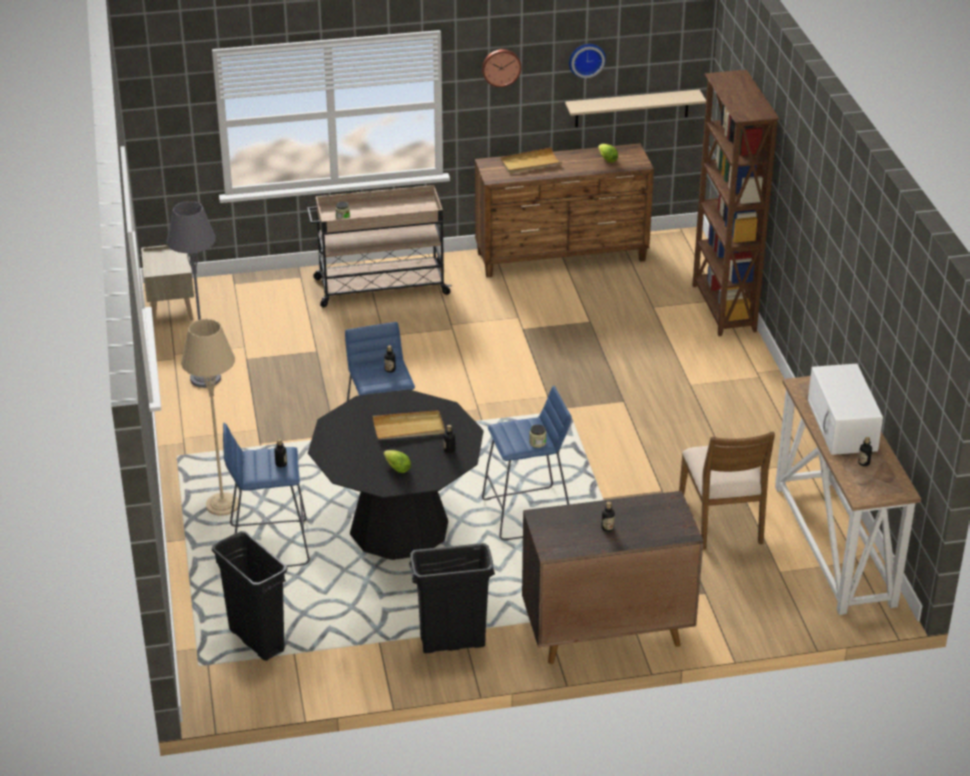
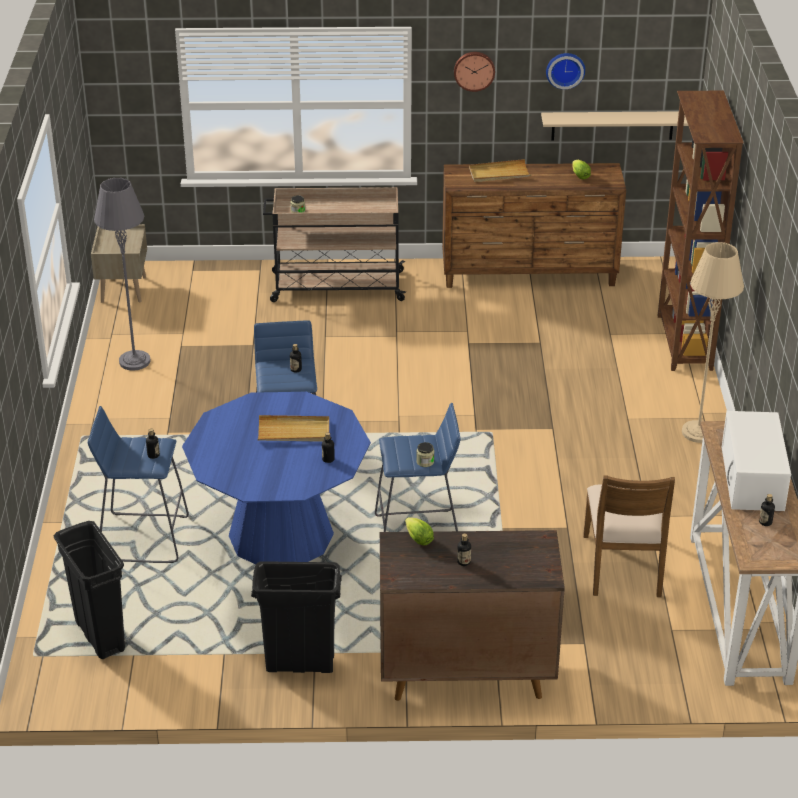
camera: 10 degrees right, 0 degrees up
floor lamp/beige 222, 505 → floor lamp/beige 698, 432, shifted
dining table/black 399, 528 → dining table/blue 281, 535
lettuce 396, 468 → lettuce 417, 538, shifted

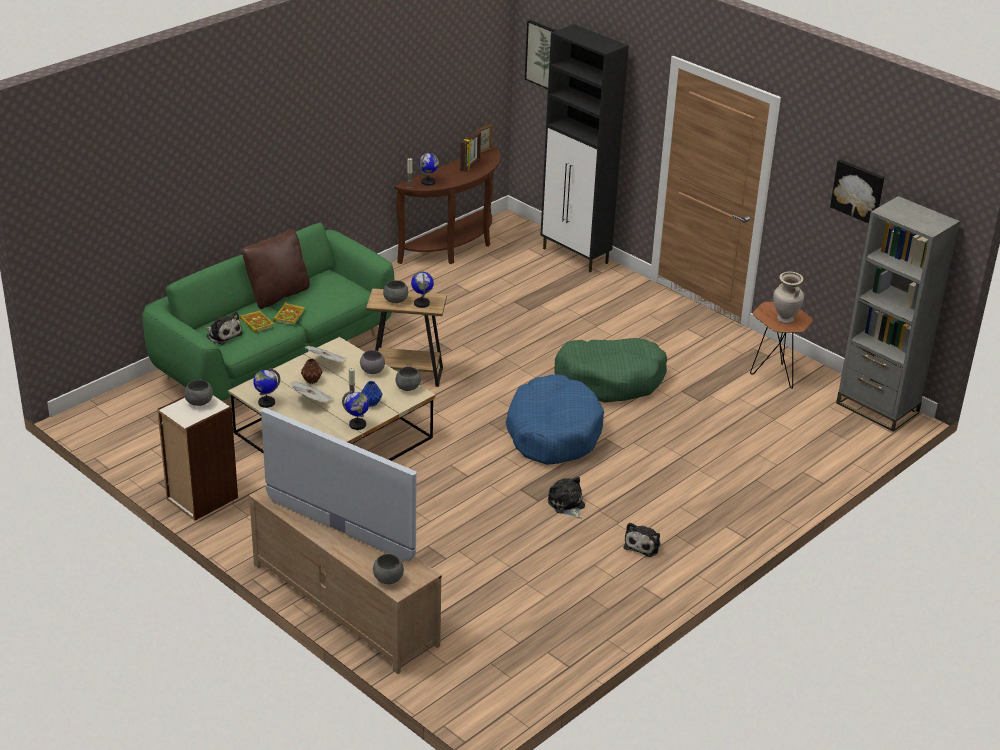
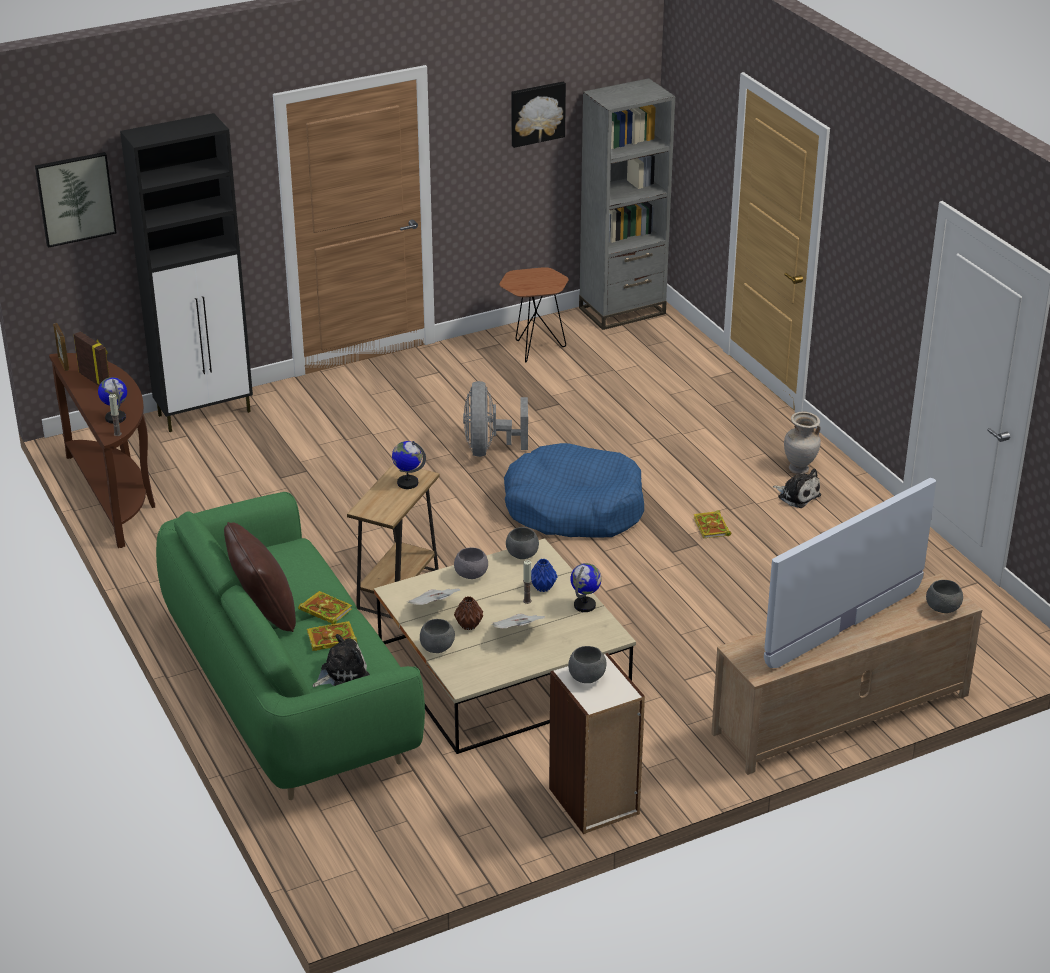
camera: 70 degrees left, 0 degrees up
globe 266, 402 → -
bowl/grey 395, 301 → bowl/grey 438, 648, shifted
plush toy 567, 505 → book 712, 527
dog bed/green 610, 380 → fan/grey 489, 449
vase/beige 784, 320 → vase/beige 799, 470, shifted

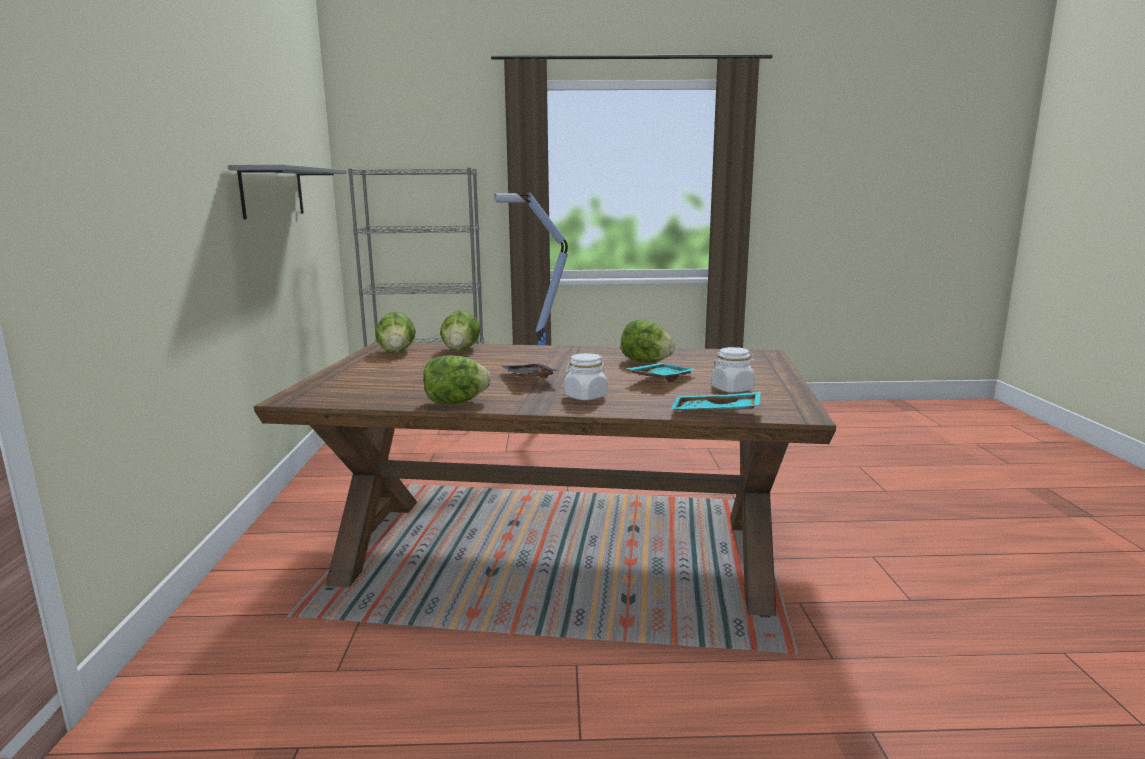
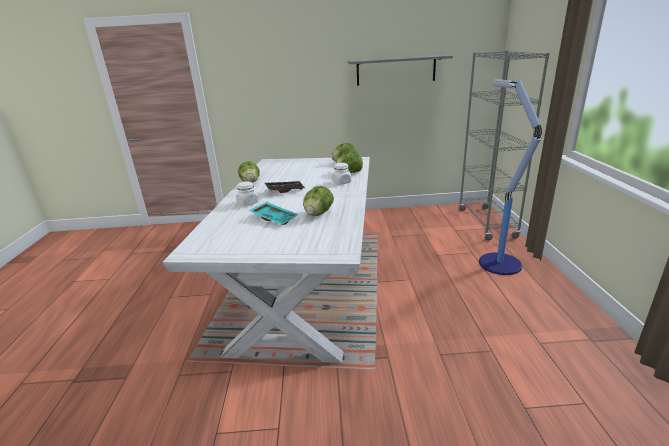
camera: 90 degrees right, 10 degrees up
dining table/brown 555, 551 → dining table/white 303, 282
tray/turquoise 715, 413 → -
jar/white 732, 389 → jar/white 342, 182, shifted

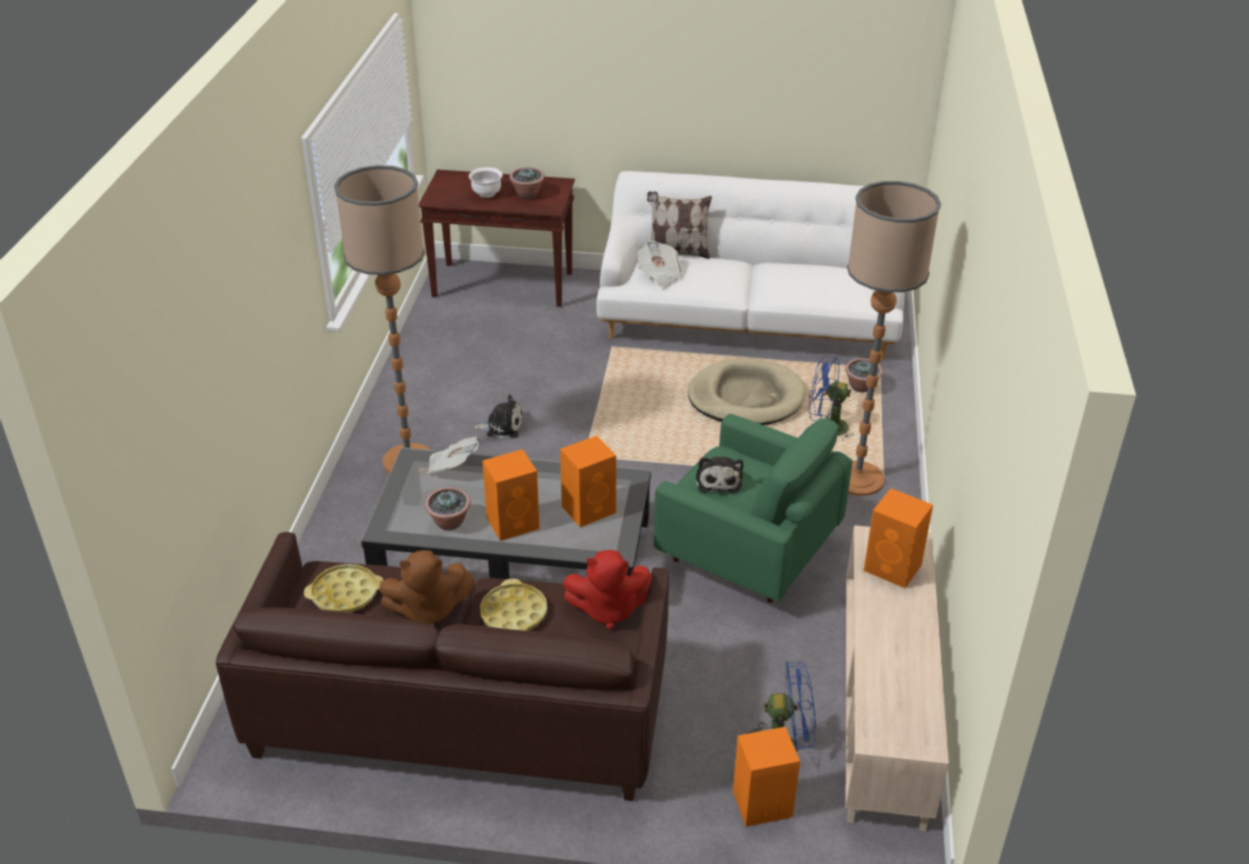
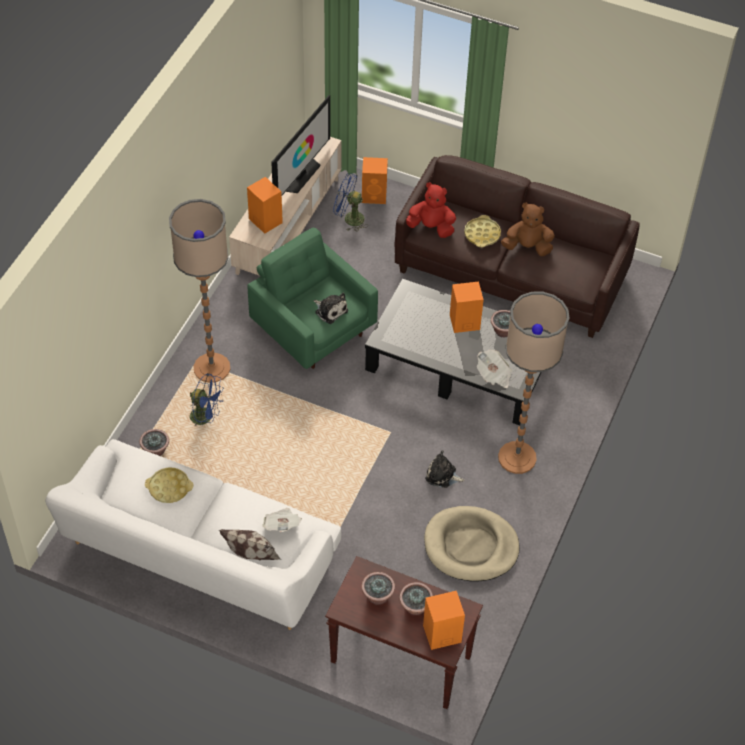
camera: 165 degrees left, 15 degrees up
tray/yellow 345, 594 → tray/yellow 169, 487, shifted
bowl/white 486, 194 → potted plant 415, 607
speaker/orange 590, 509 → speaker/orange 441, 634, shifted
dog bed/beige 746, 398 → dog bed/beige 471, 546, shifted
plush toy 718, 480 → plush toy 330, 310, 120 degrees clockwise
- → television 301, 175

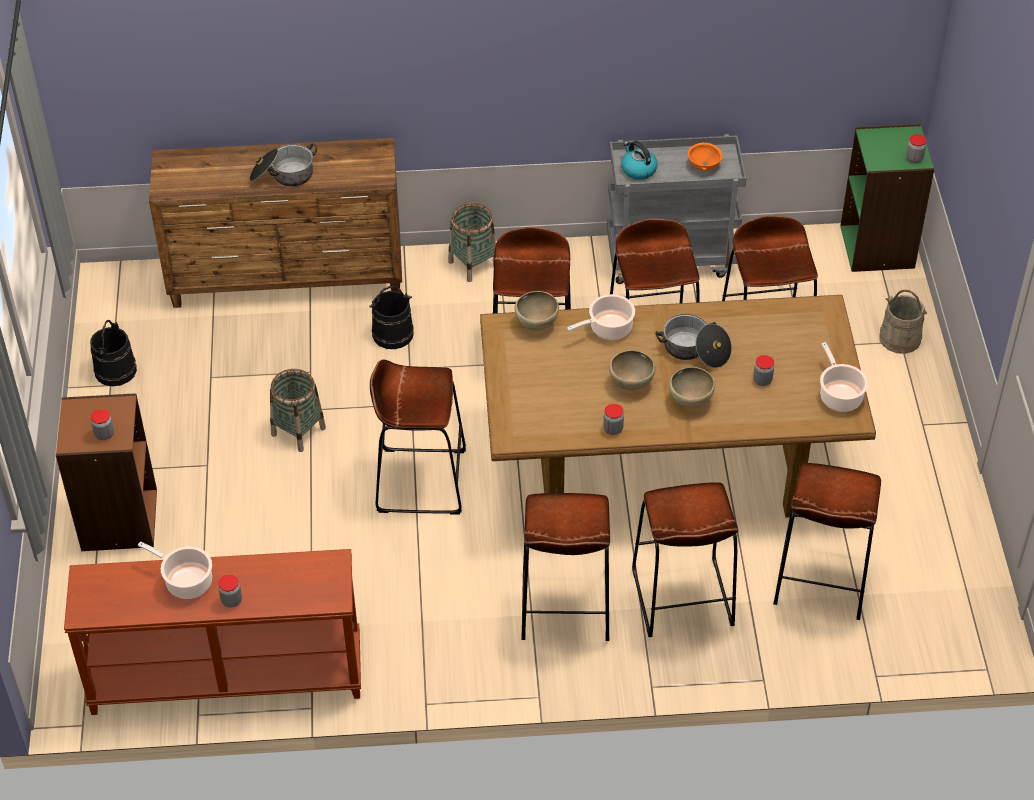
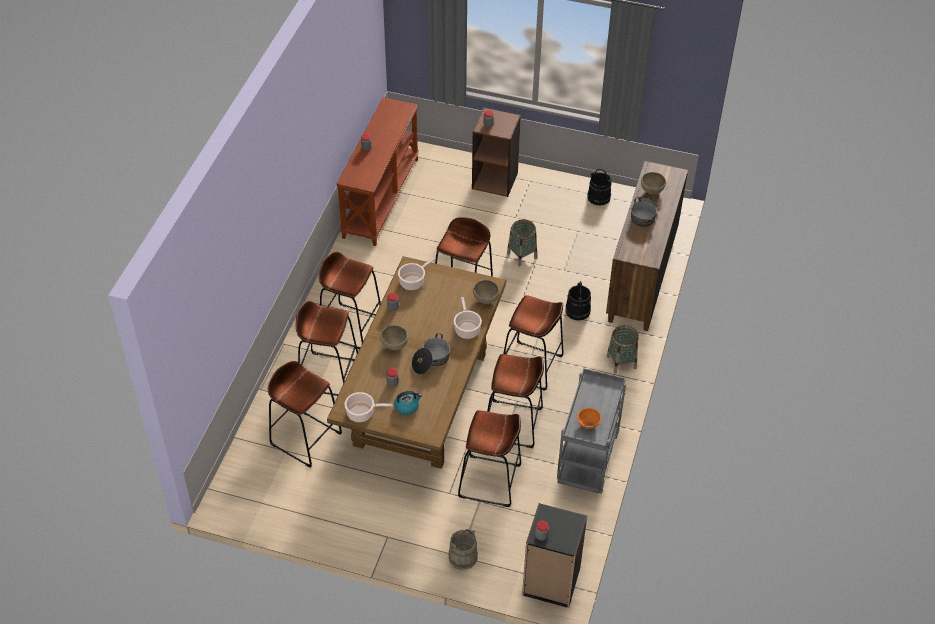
camera: 110 degrees right, 0 degrees up
cooking pot 186, 581 → cooking pot 413, 281, shifted
bowl/brown 631, 384 → bowl/brown 651, 191, shifted
kettle 638, 169 → kettle 407, 406, shifted
bookcase/green 878, 247 → bookcase/black 551, 582

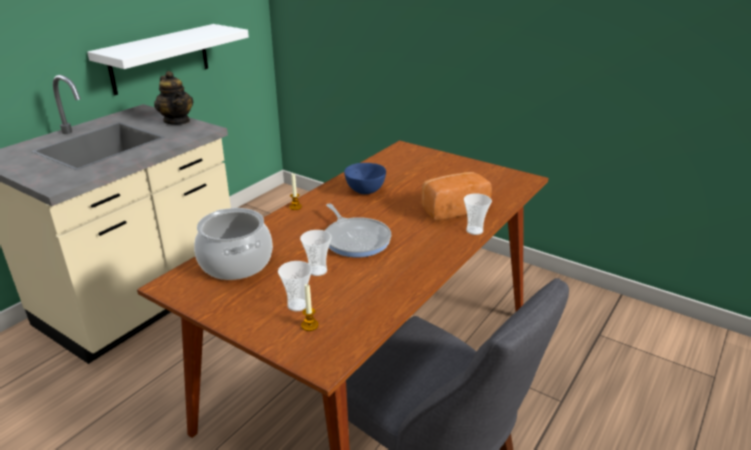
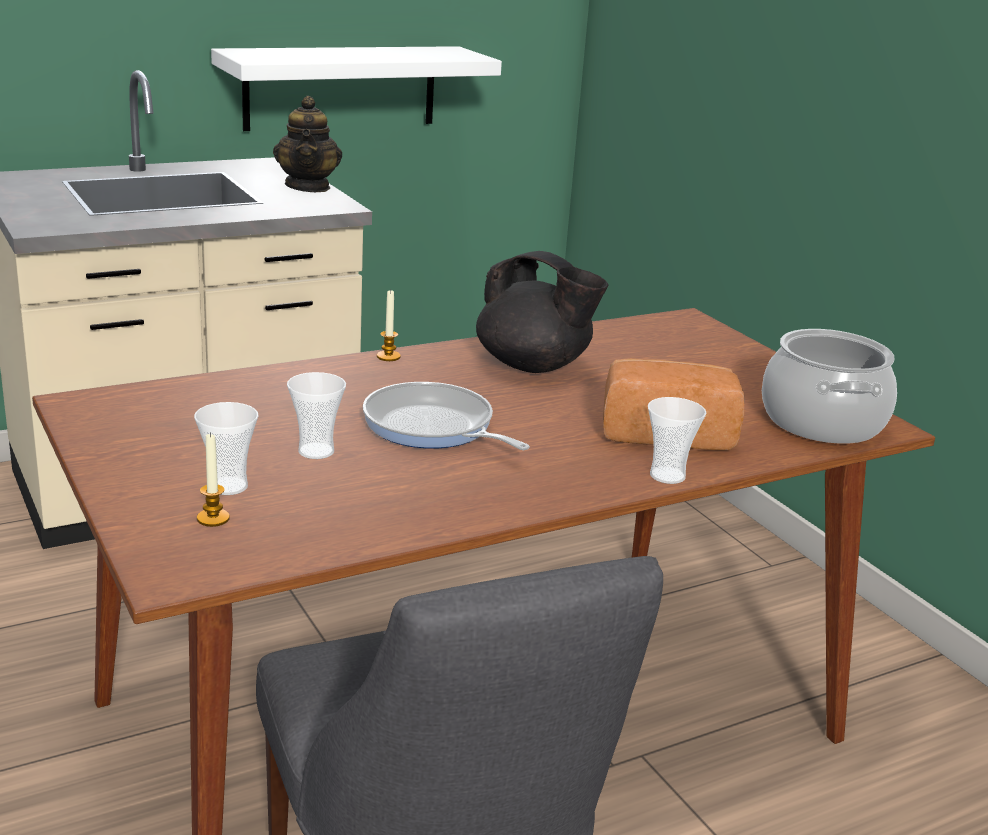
camera: 25 degrees right, 5 degrees down
cooking pot 235, 263 → cooking pot 821, 421, shifted
frying pan 356, 239 → frying pan 433, 427, 135 degrees clockwise
bowl/blue 365, 191 → teapot/black 533, 366

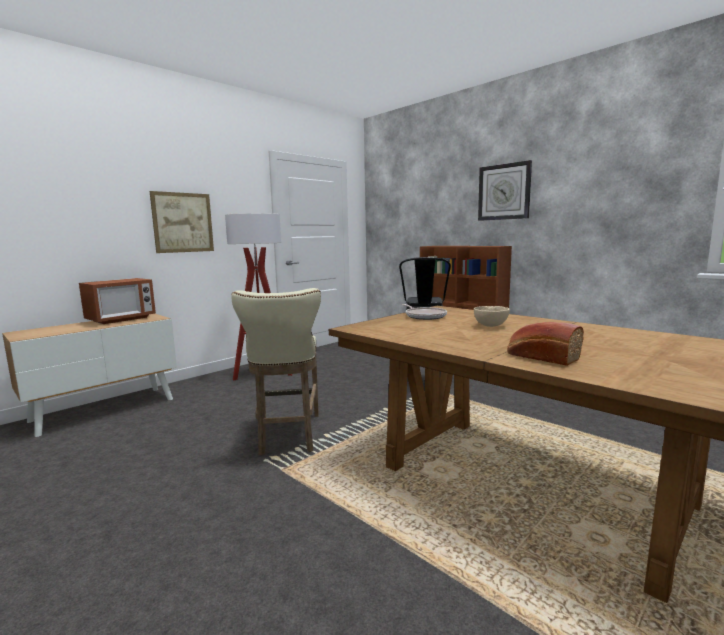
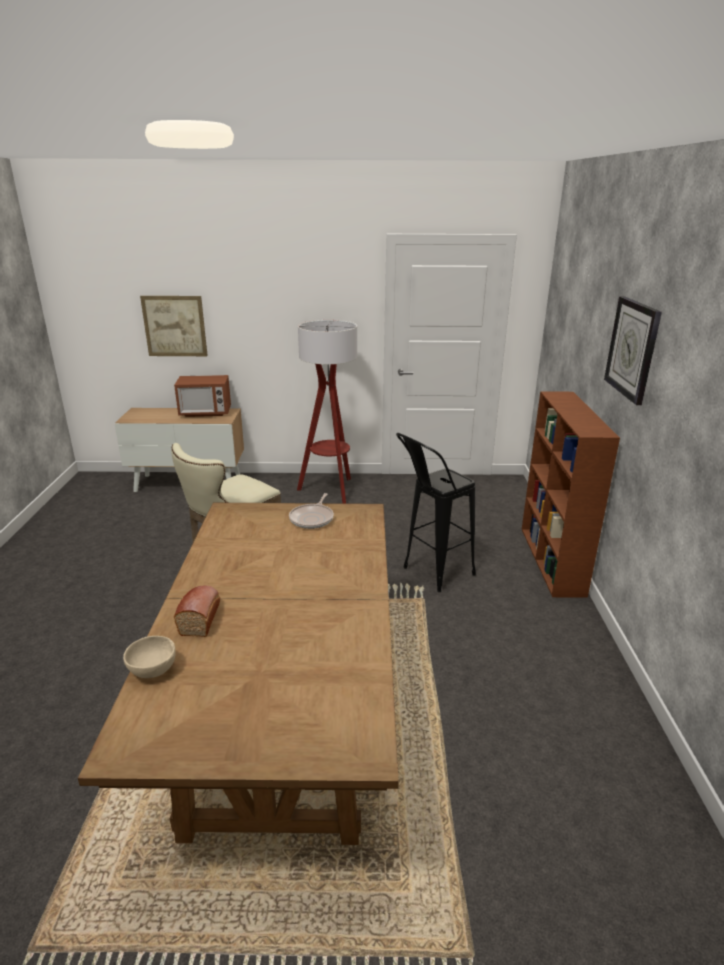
camera: 45 degrees right, 15 degrees up
picture 183, 222 → picture 174, 326, shifted
bowl/beige 491, 326 → bowl/beige 153, 671, shifted

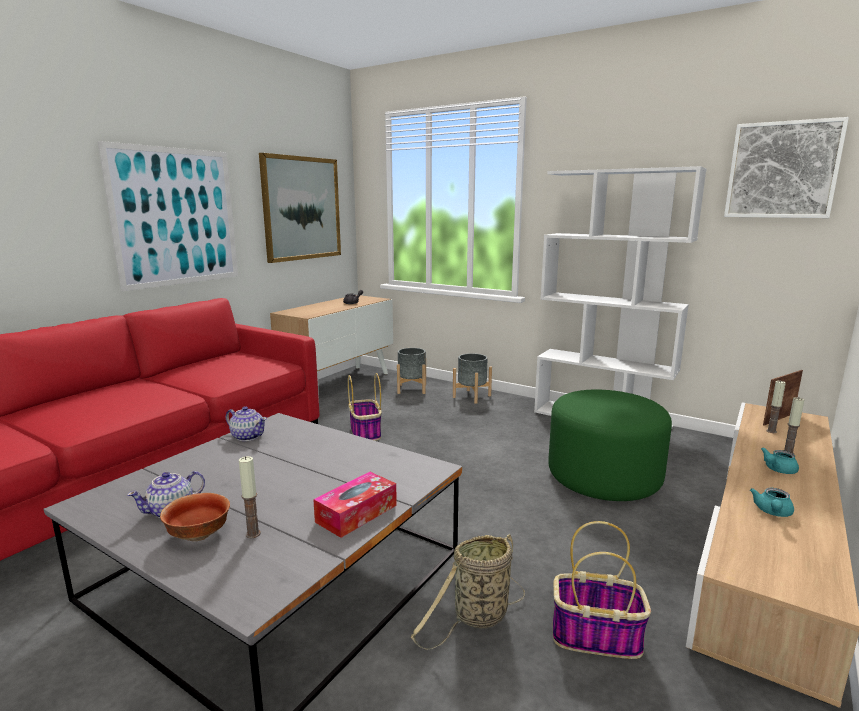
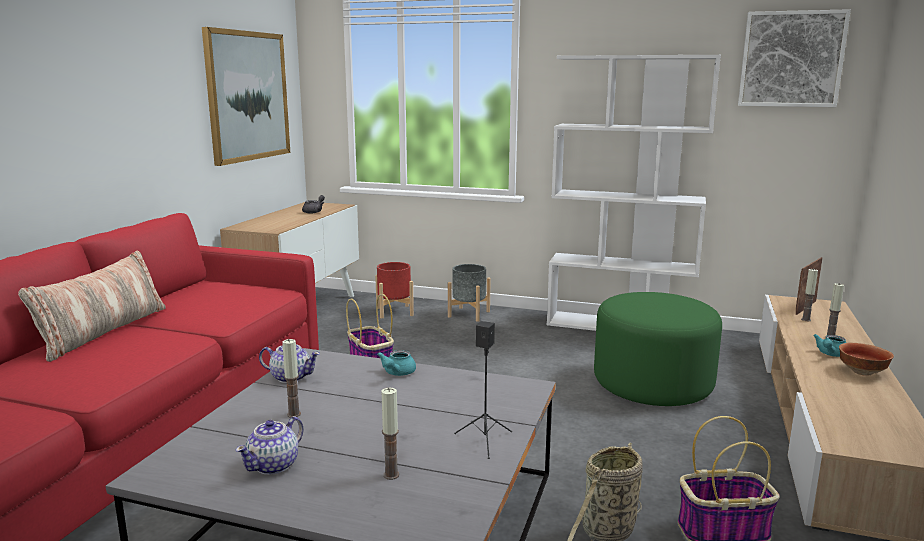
camera: 15 degrees left, 0 degrees up
picture 176, 217 → -
bowl 199, 534 → bowl 861, 371, shifted
tissue box 356, 513 → speaker/black 485, 440
planter/grey 412, 389 → planter/red 395, 311
teapot/turquoise 772, 512 → teapot/turquoise 397, 373, shifted
- → pillow 103, 331
- → candle 294, 414

